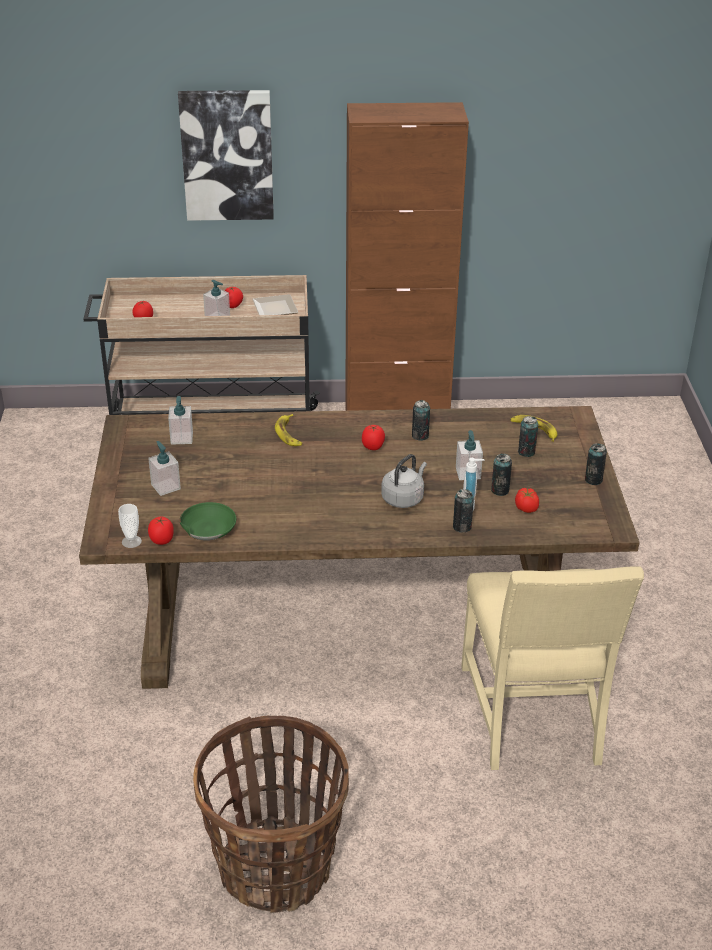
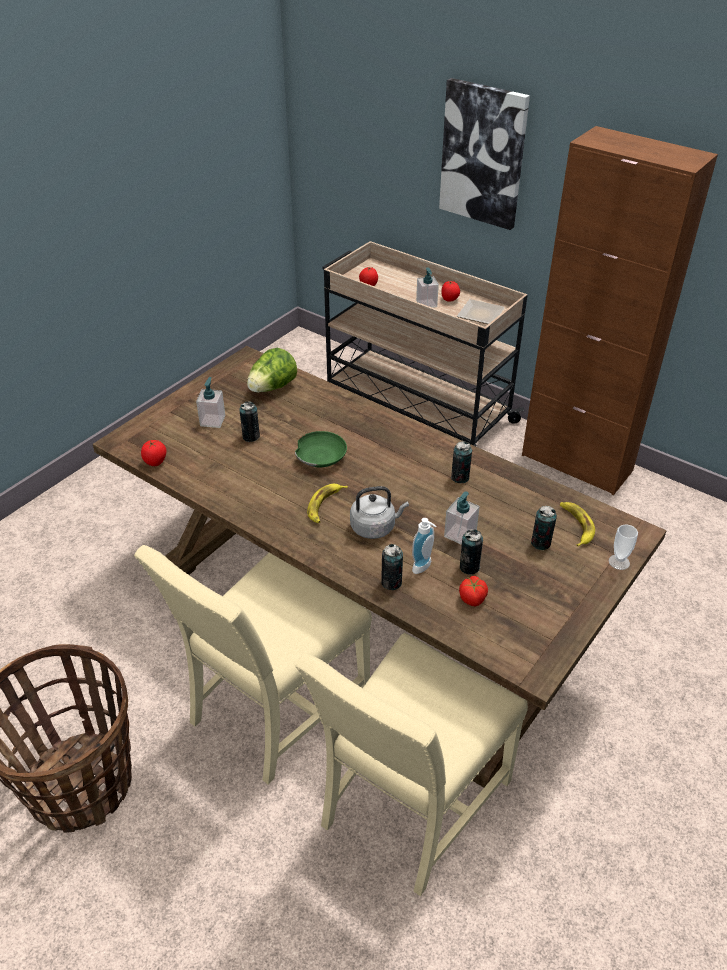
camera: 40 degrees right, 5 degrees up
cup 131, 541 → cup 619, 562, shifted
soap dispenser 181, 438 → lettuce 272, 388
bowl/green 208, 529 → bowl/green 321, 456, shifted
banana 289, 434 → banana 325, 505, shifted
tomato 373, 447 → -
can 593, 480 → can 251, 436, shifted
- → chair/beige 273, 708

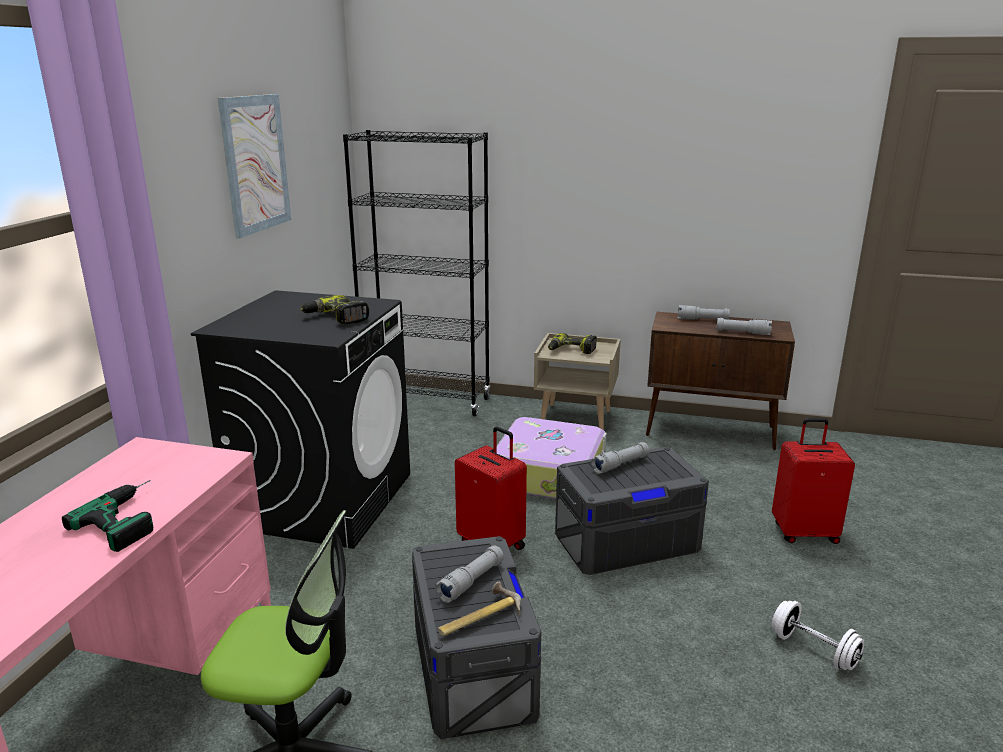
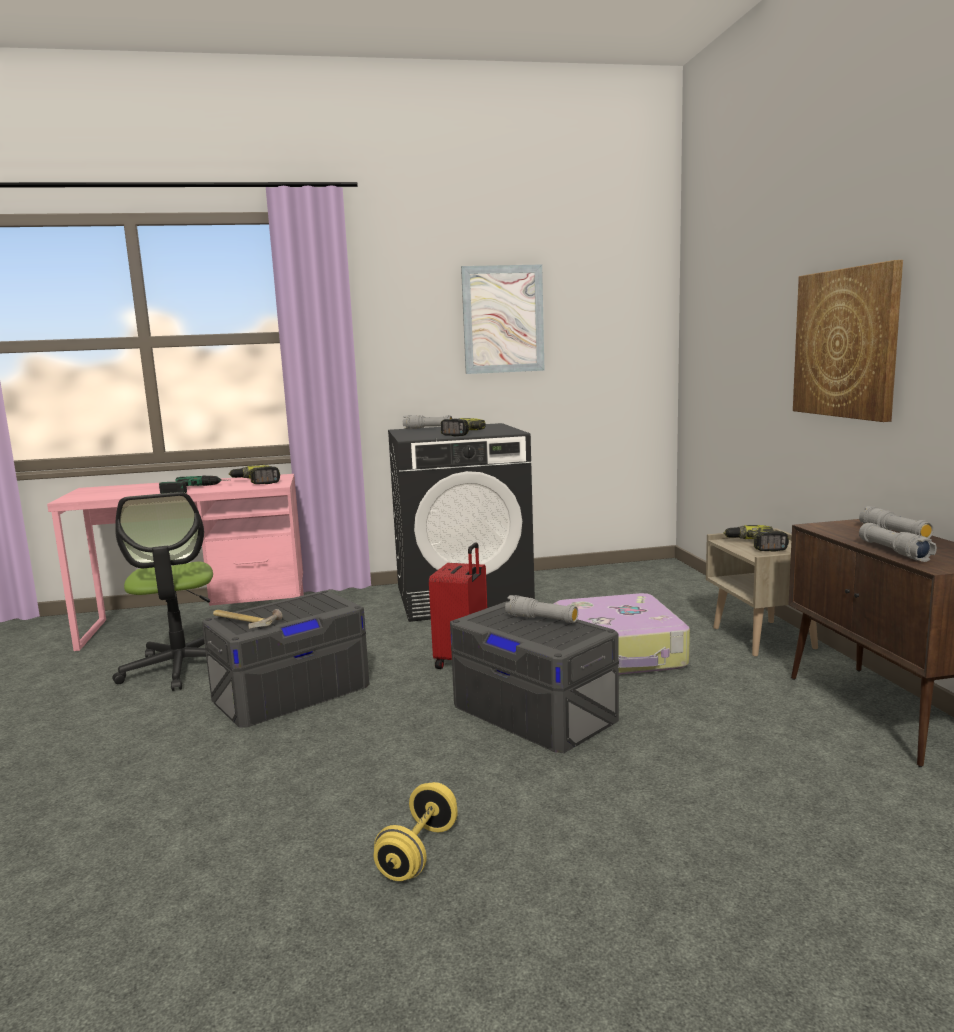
camera: 65 degrees right, 10 degrees down
bookcase/black 427, 401 → -
flashlight/grey 471, 582 → flashlight/grey 428, 428, shifted
suitcase/red 804, 532 → -
dumbbell/white 813, 650 → dumbbell/yellow 418, 852
- → power drill 256, 482
- → picture 846, 343

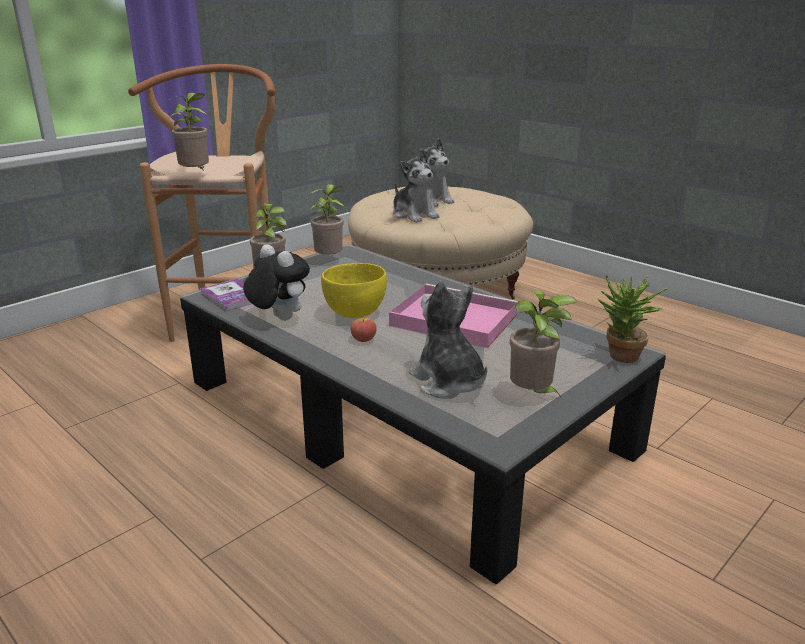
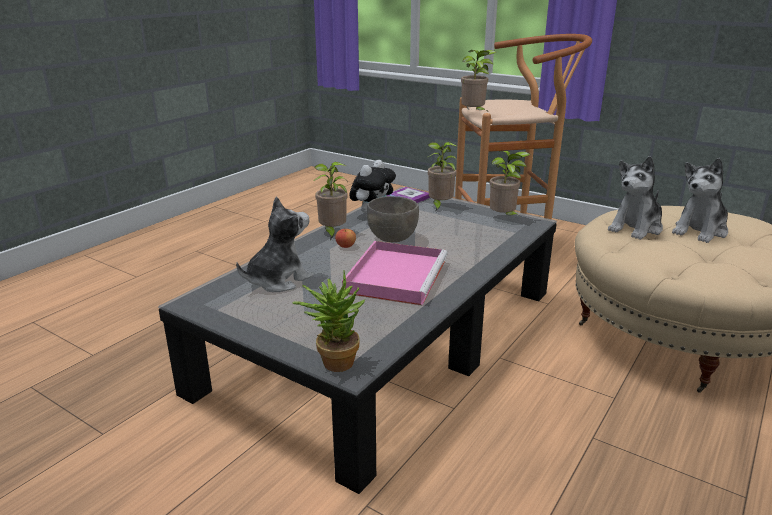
camera: 80 degrees right, 0 degrees up
bowl/yellow 355, 313 → bowl/grey 392, 239
potted plant 533, 395 → potted plant 332, 233, shifted

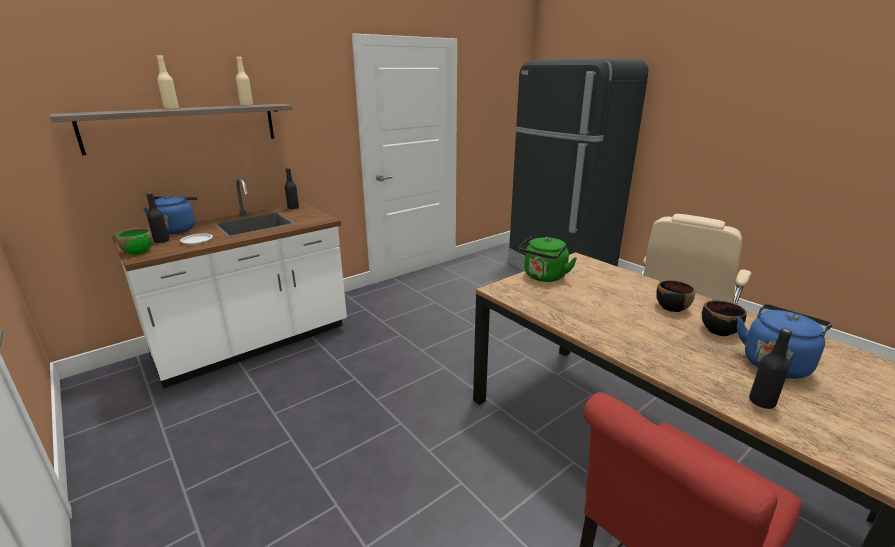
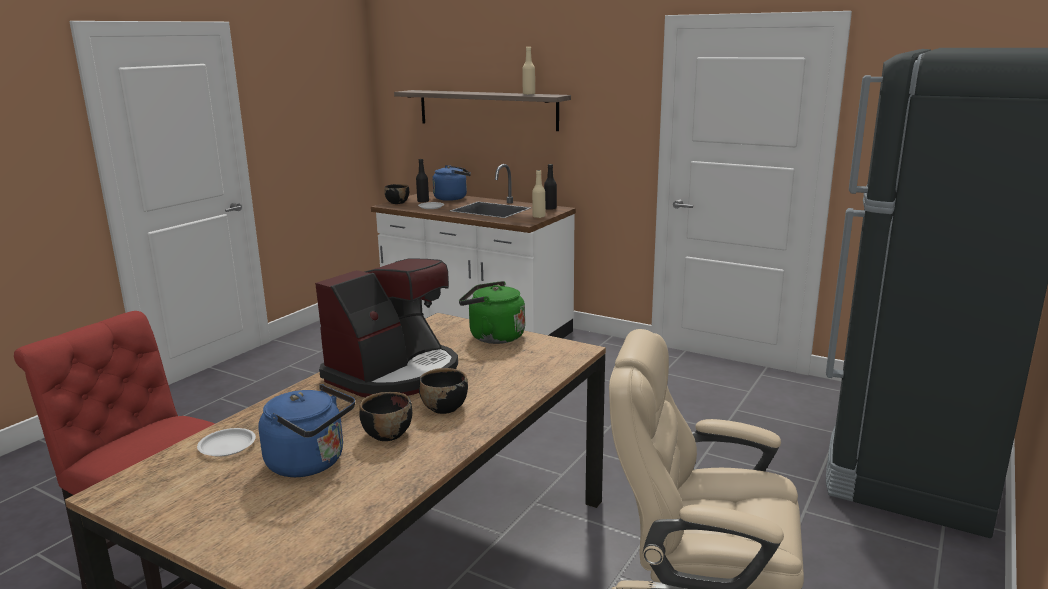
camera: 70 degrees right, 5 degrees down
bowl/green 138, 251 → bowl/black 397, 202
bottle/beige 171, 109 → bottle/beige 538, 216, shifted
bottle/black 761, 402 → plate/white 227, 446
- → coffee machine 394, 373

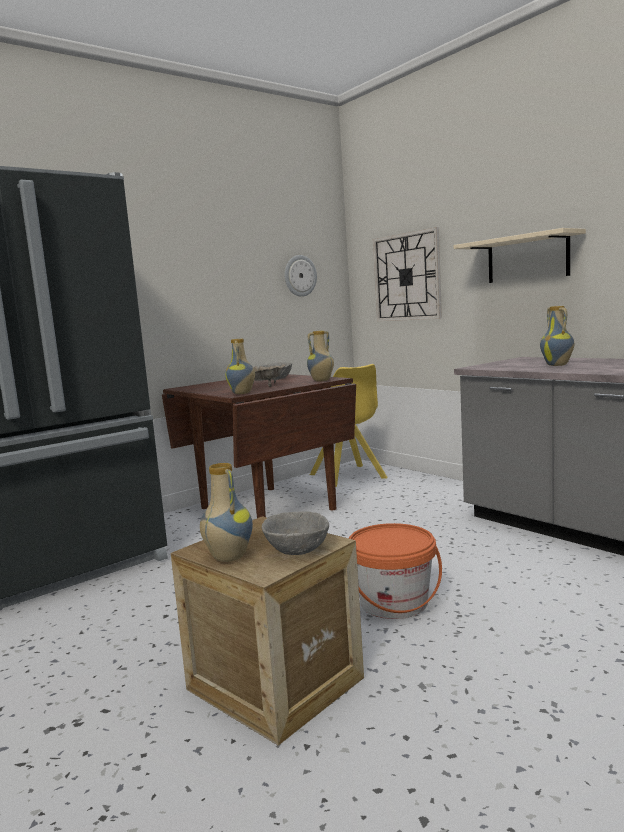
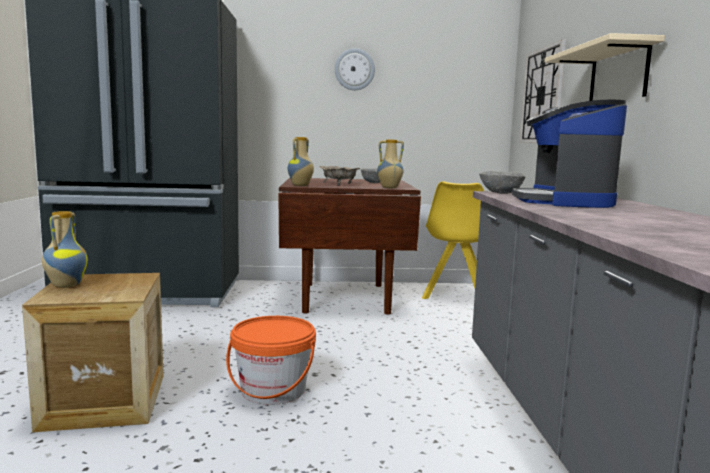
camera: 35 degrees right, 0 degrees up
bowl/grey 297, 551 → bowl/grey 501, 193, shifted
wall clock 300, 276 → wall clock 354, 69, shifted
vase 558, 365 → coffee machine 564, 201

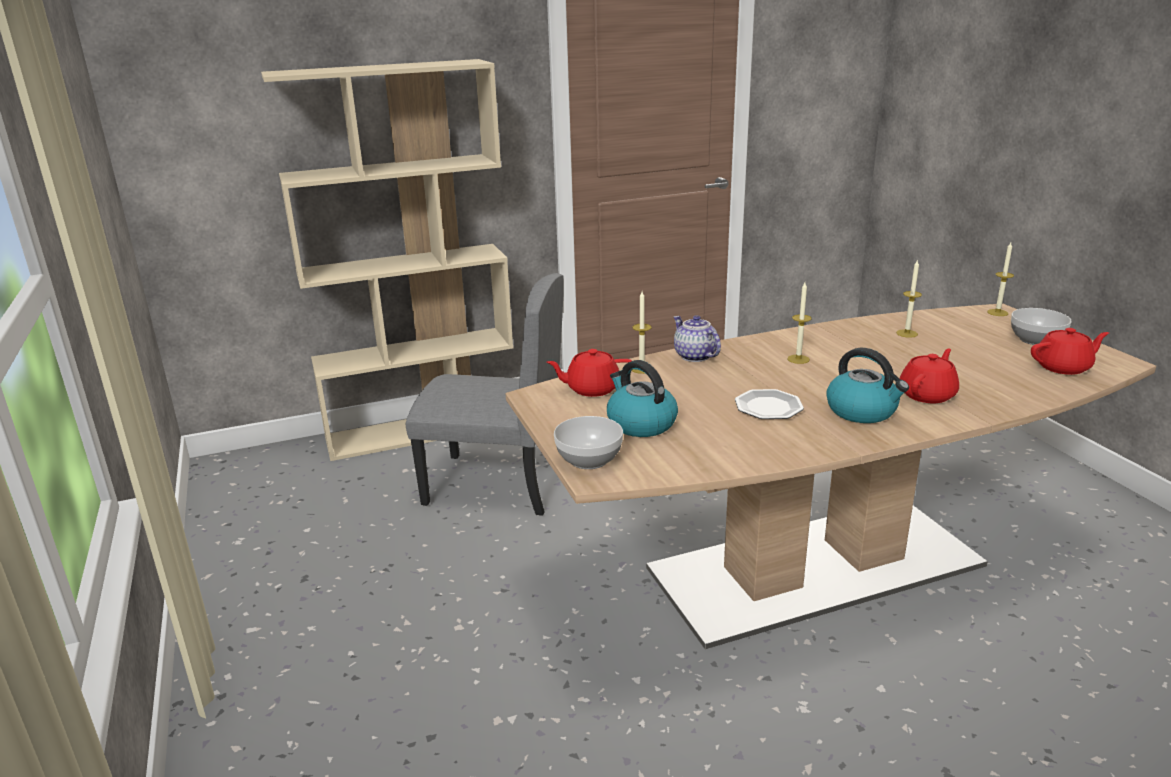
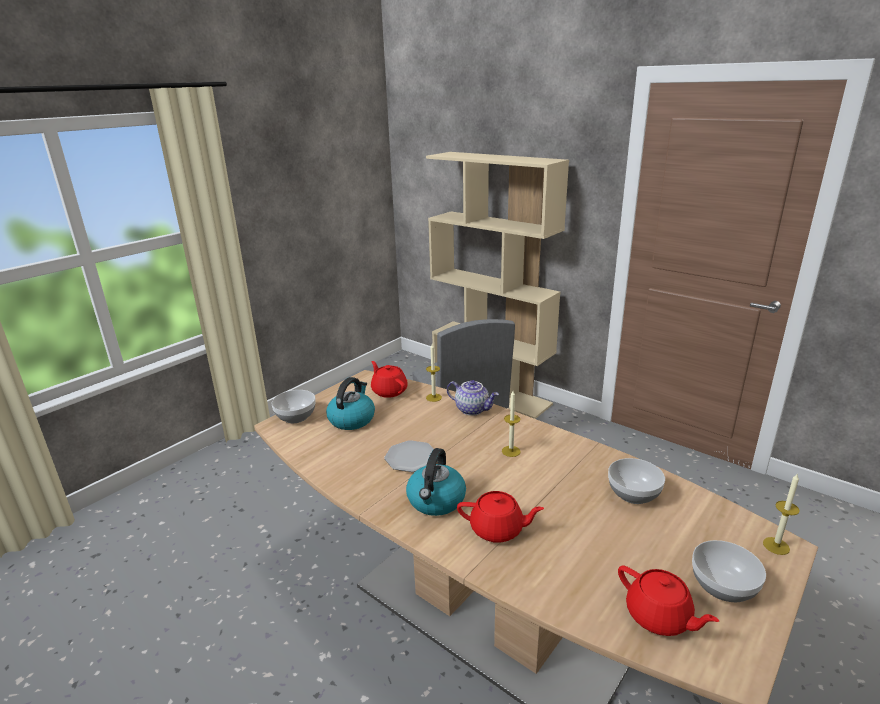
camera: 60 degrees right, 0 degrees up
teapot 694, 356 → teapot 472, 409, 90 degrees clockwise
candle 907, 333 → bowl 633, 494

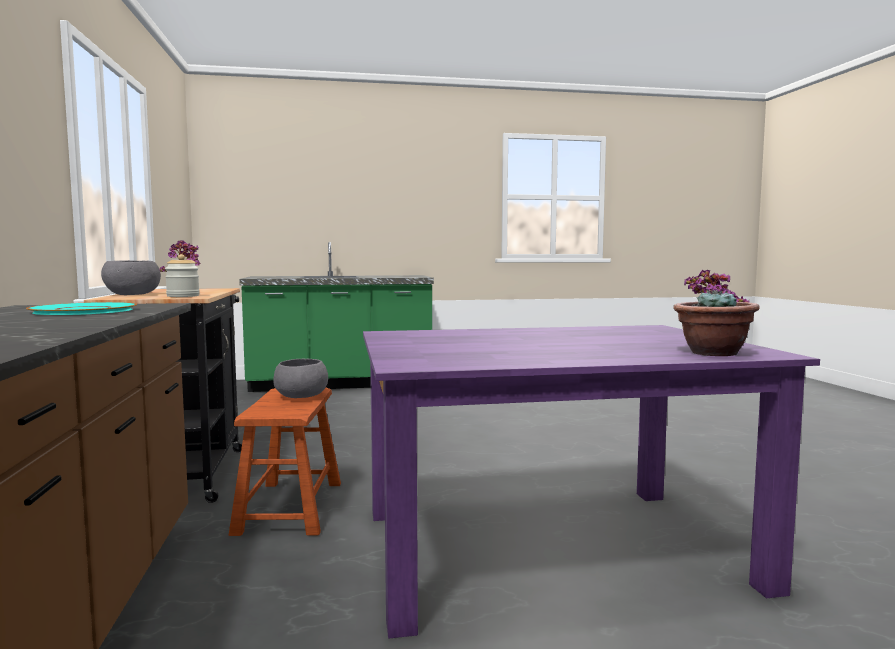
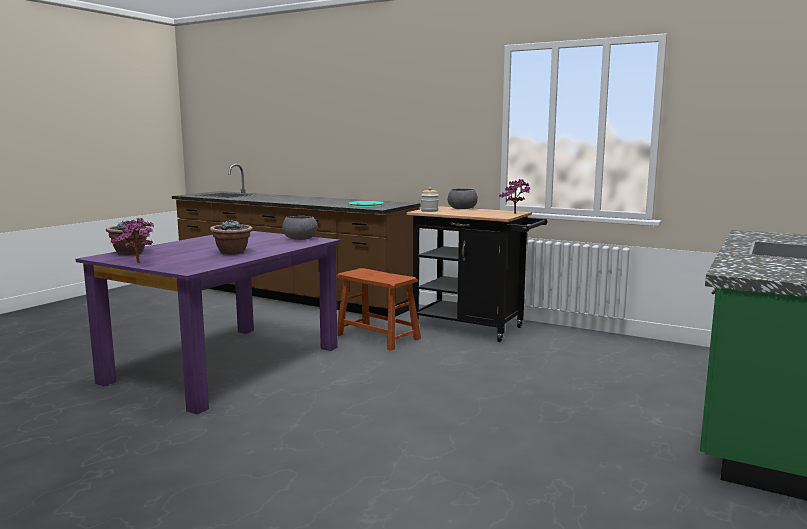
camera: 130 degrees right, 5 degrees up
bowl/grey 300, 396 → bowl/grey 300, 239, shifted
- → potted plant 232, 252

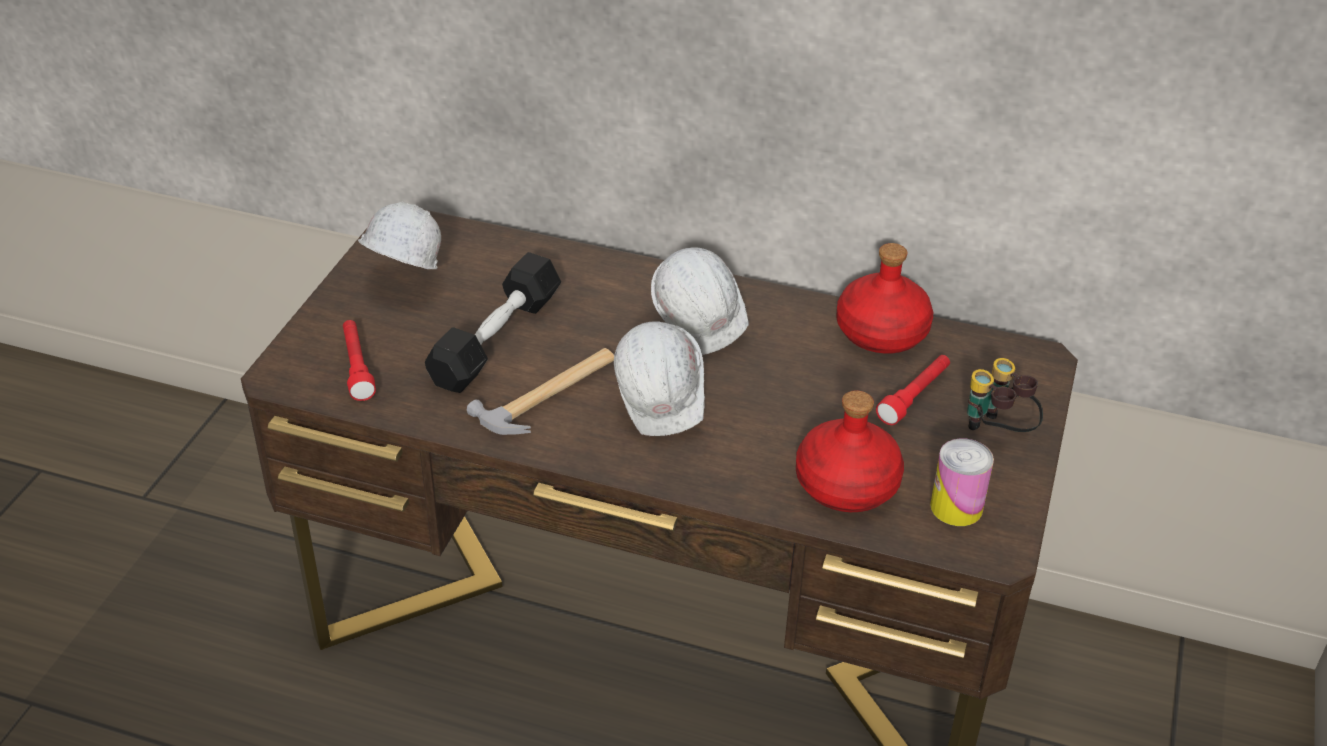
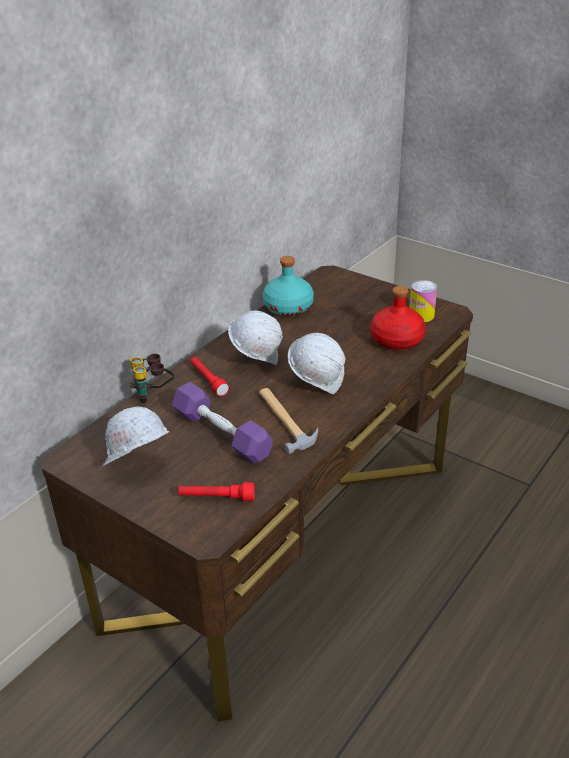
camera: 70 degrees left, 5 degrees down
dumbbell/black 496, 340 → dumbbell/purple 221, 434
bottle/red 881, 333 → bottle/turquoise 288, 308
flashlight/red 914, 396 → flashlight/red 208, 381, shifted
binoculars 996, 433 → binoculars 154, 395, shifted

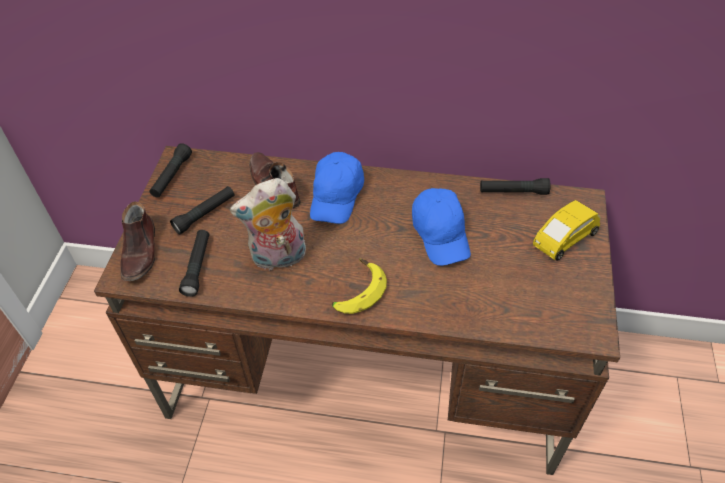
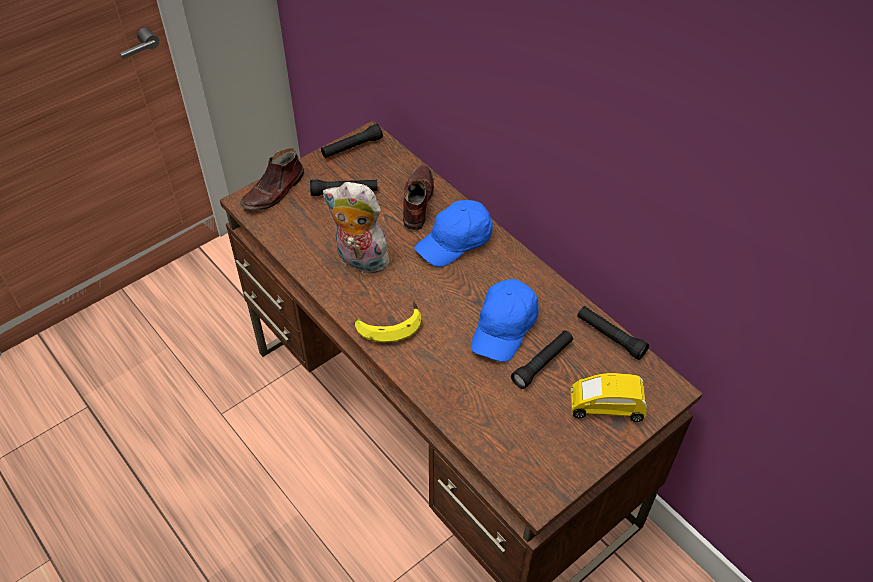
camera: 40 degrees right, 0 degrees up
flashlight/black 197, 267 → flashlight/black 542, 363, shifted

